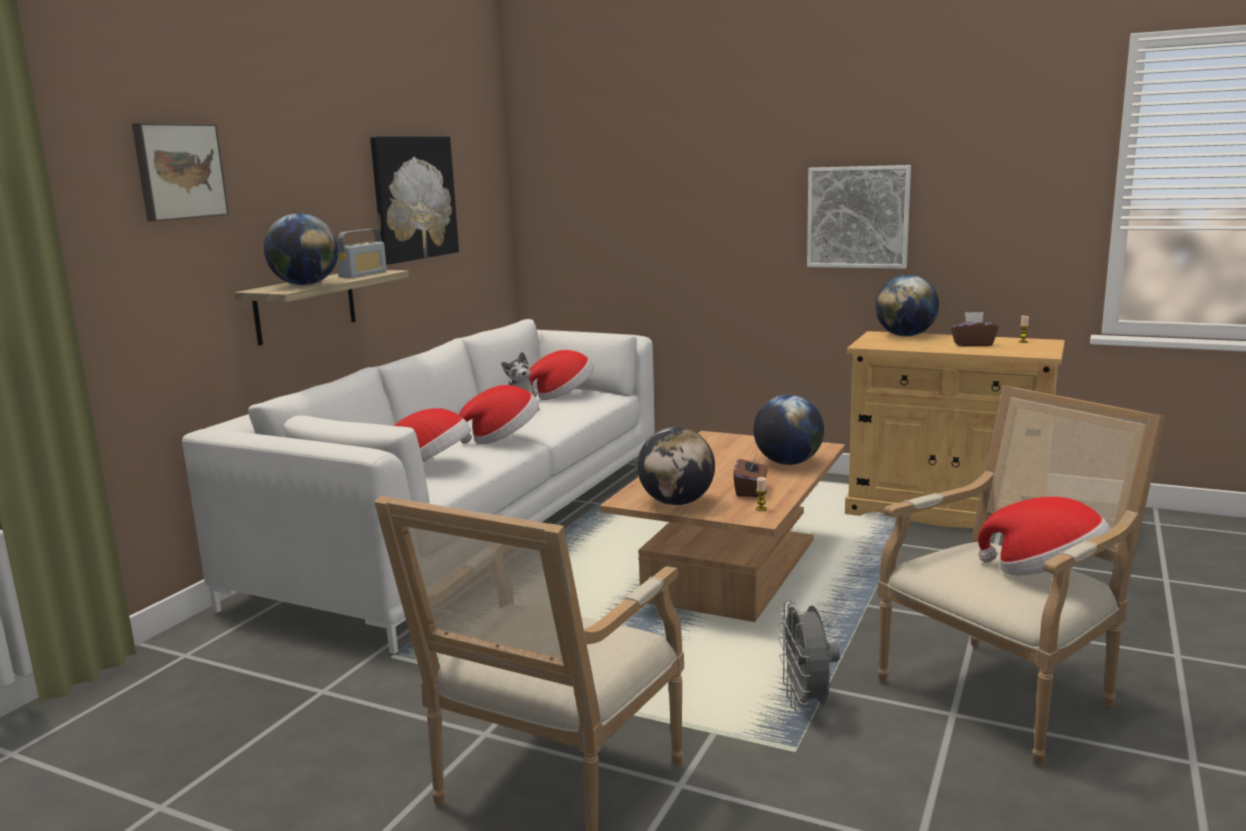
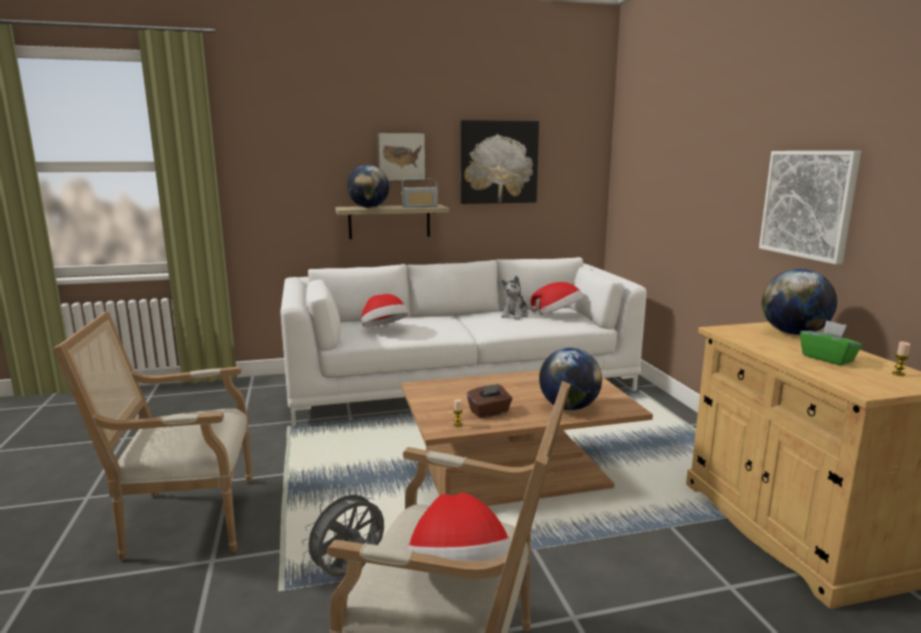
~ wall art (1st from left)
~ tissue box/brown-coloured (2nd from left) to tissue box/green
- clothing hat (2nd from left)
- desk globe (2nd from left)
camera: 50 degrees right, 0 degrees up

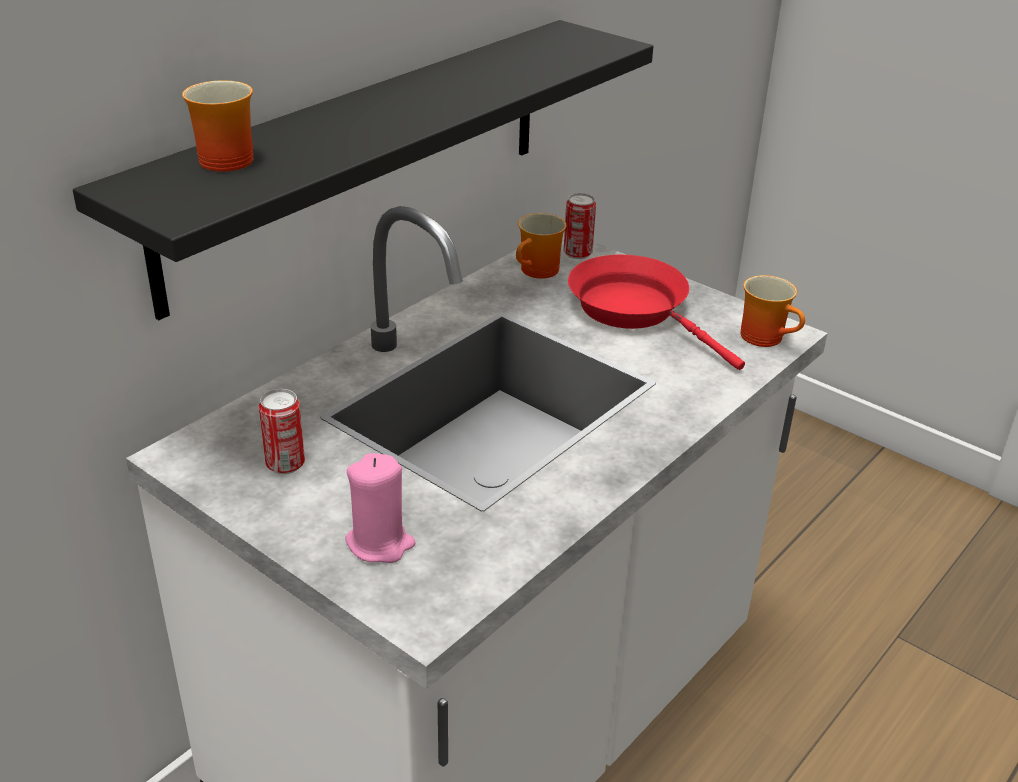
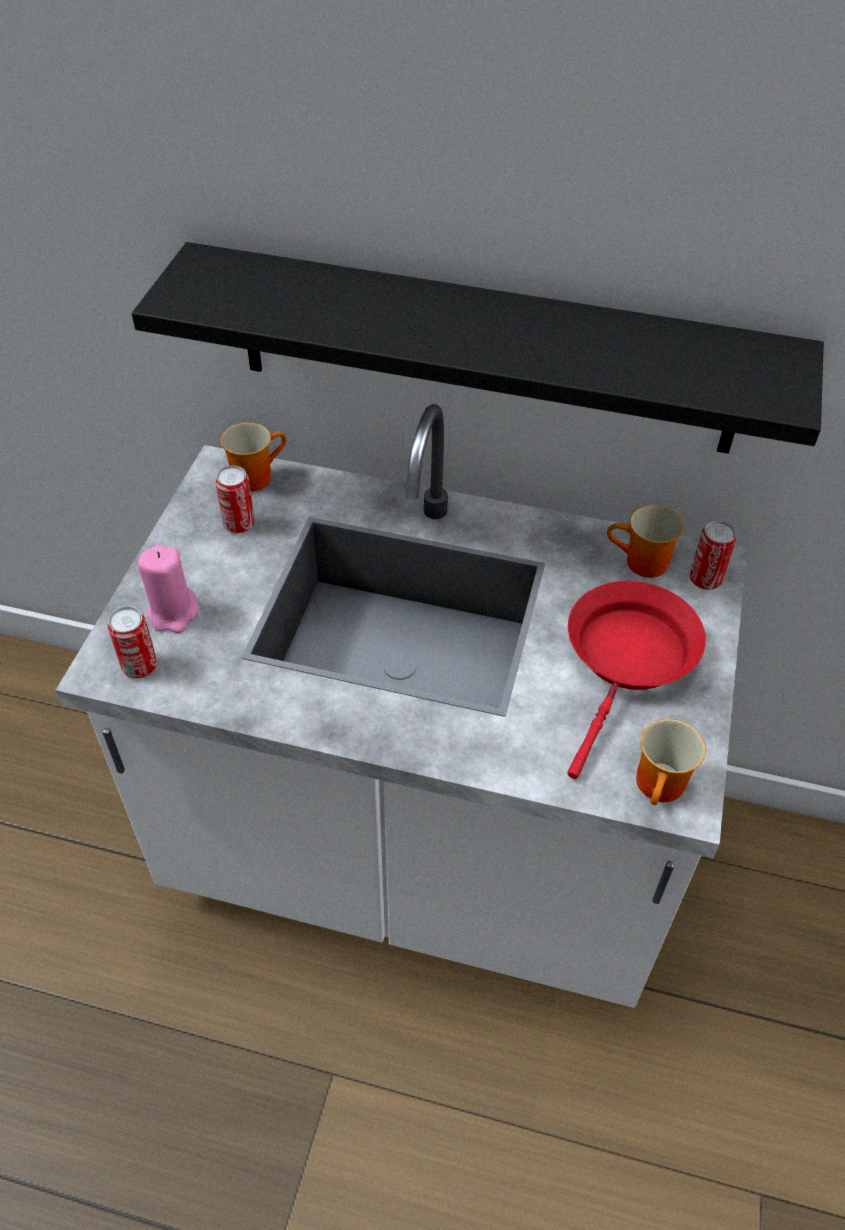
+ metal can (1st from left)
~ mug (1st from left)
camera: 65 degrees right, 15 degrees up

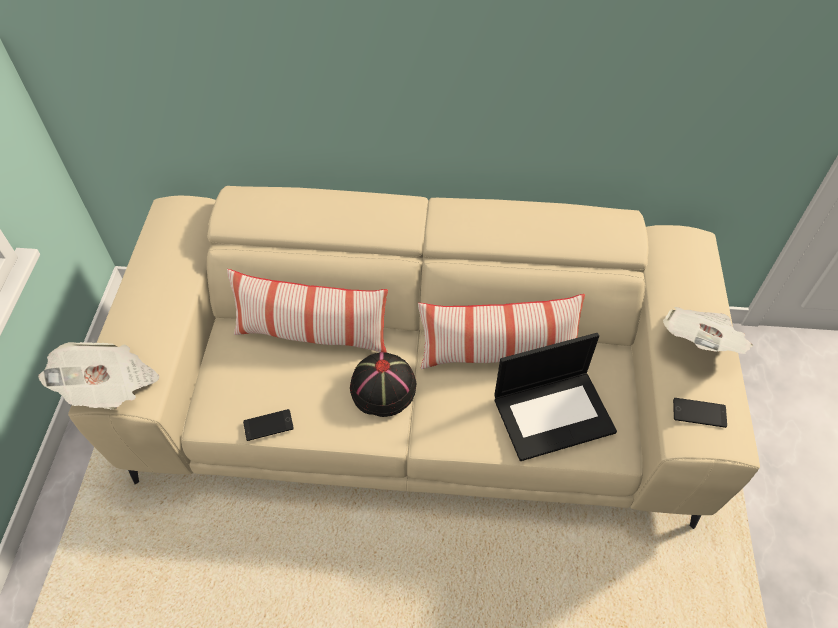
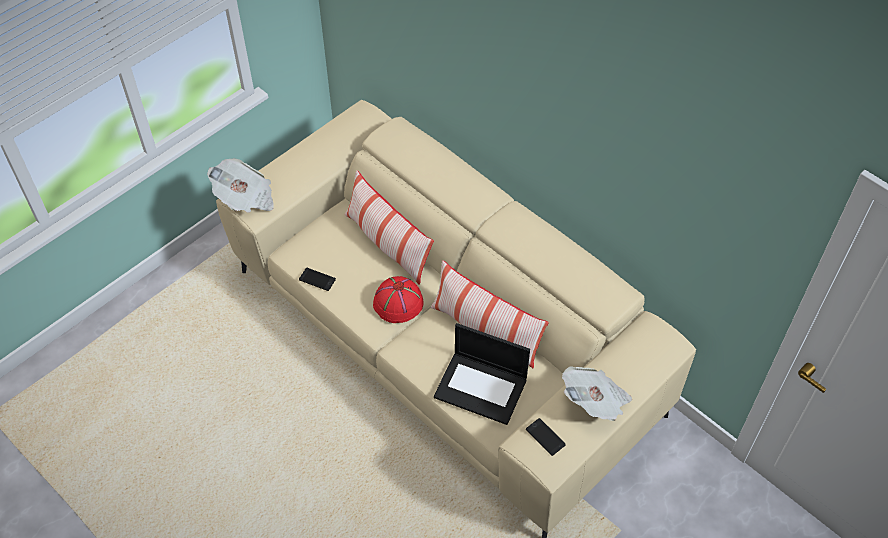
~ clothing hat/blackish to clothing hat/red-coloured
camera: 40 degrees right, 0 degrees up

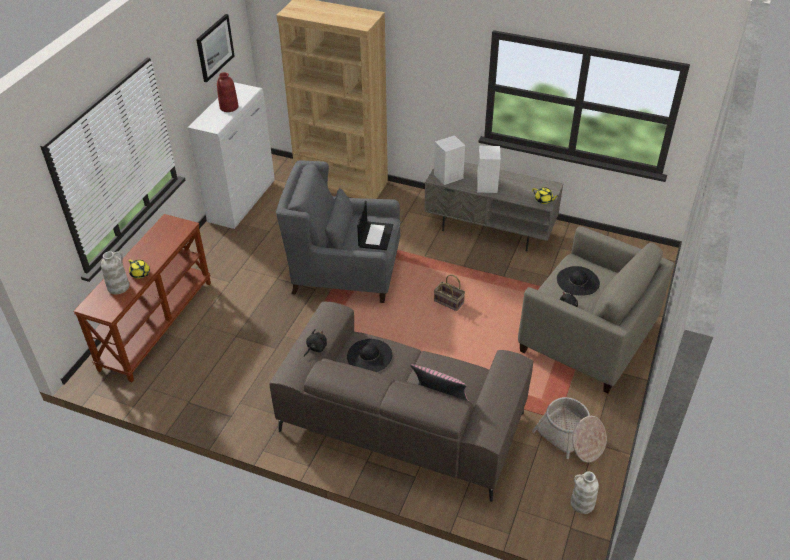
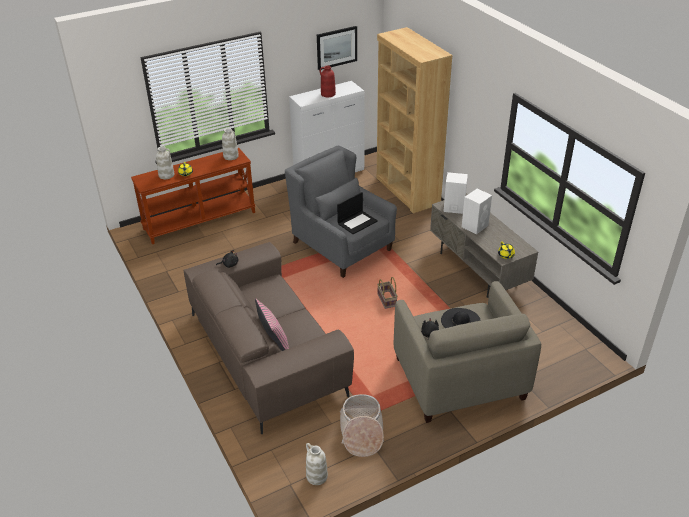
+ vase/whitish (2nd from left)
- clothing hat/blackish (1st from left)
camera: 40 degrees right, 5 degrees down

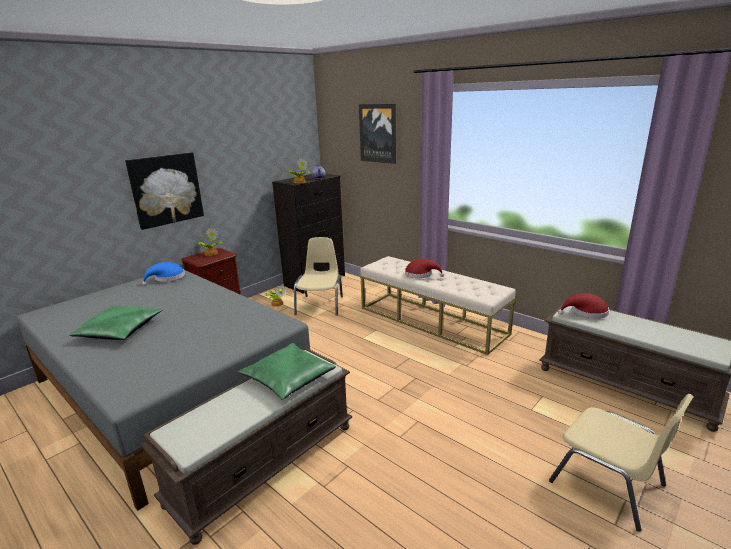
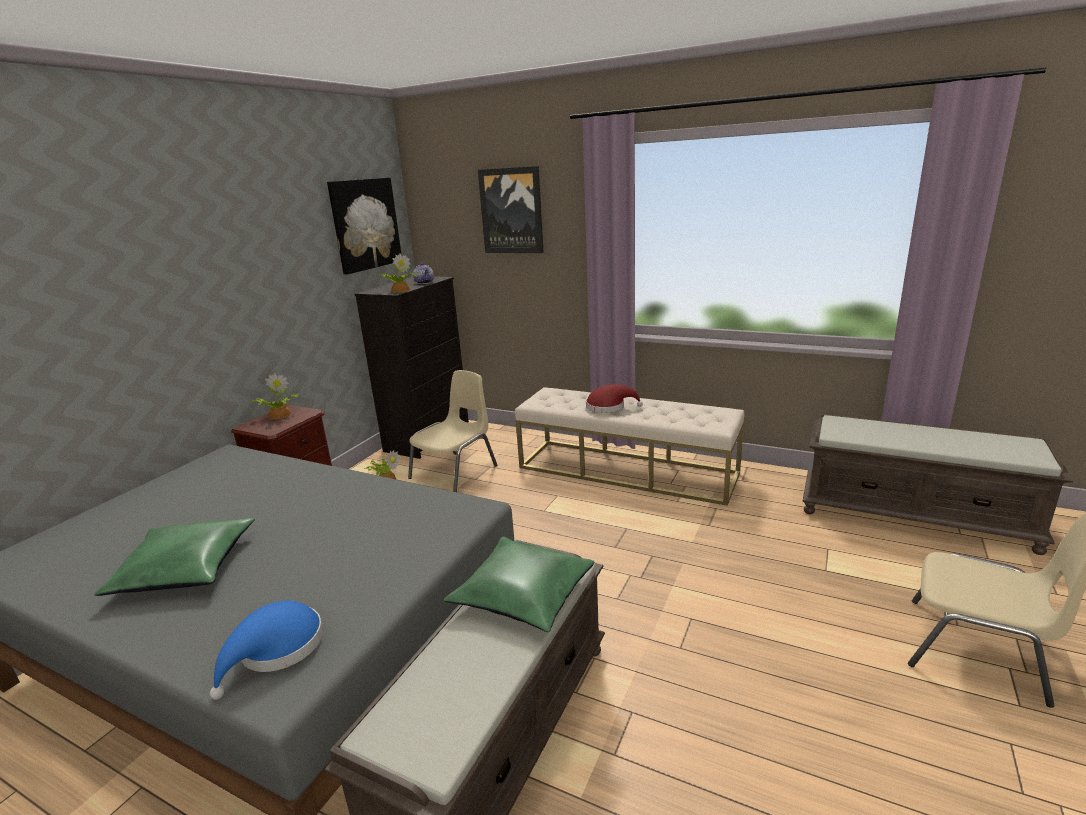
~ clothing hat/blue
~ wall art (1st from left)
~ plain chair/beige-coloured (1st from left) 45 degrees clockwise
- clothing hat/red-coloured (2nd from left)
camera: 15 degrees left, 0 degrees up

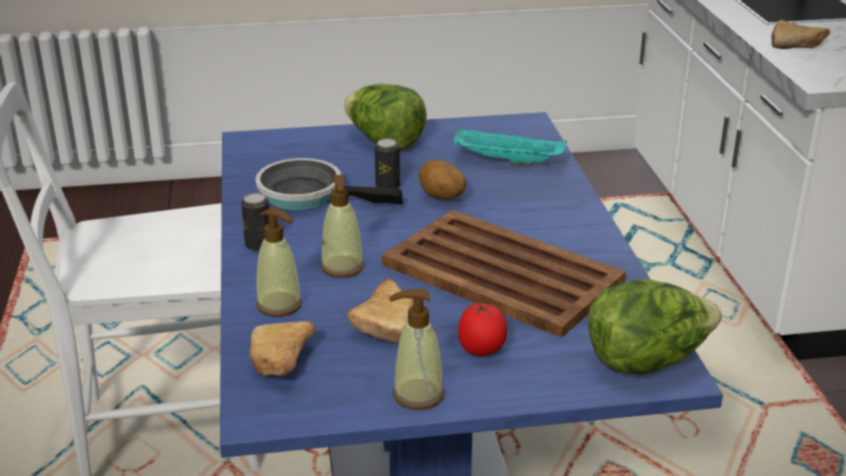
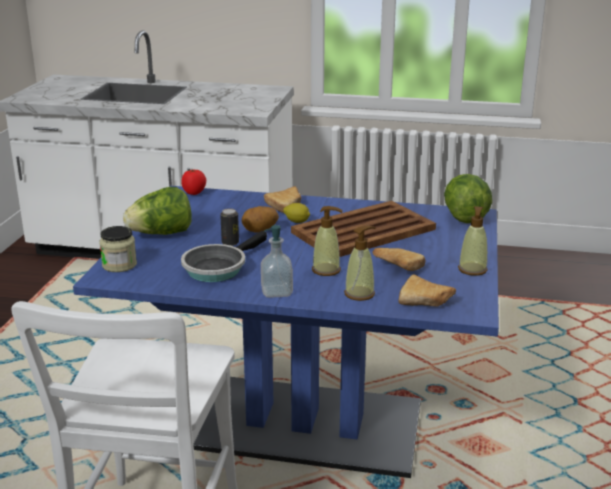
+ storage jar
~ whole tomato
~ metal can (1st from left) to liquid soap bottle (1st from left)
~ baked bread (3rd from left in the first image) to baked bread (1st from left)
+ whole lemon
- tray/blue-green
camera: 70 degrees left, 5 degrees down

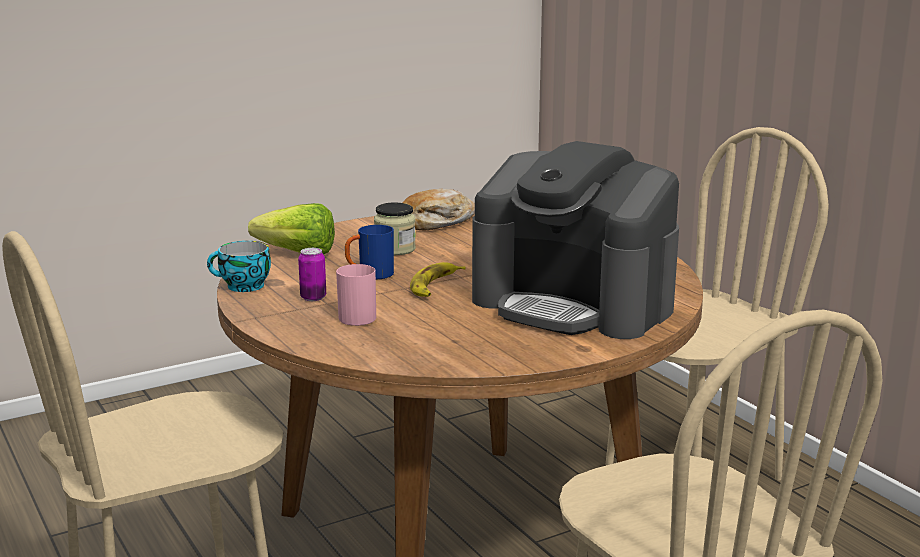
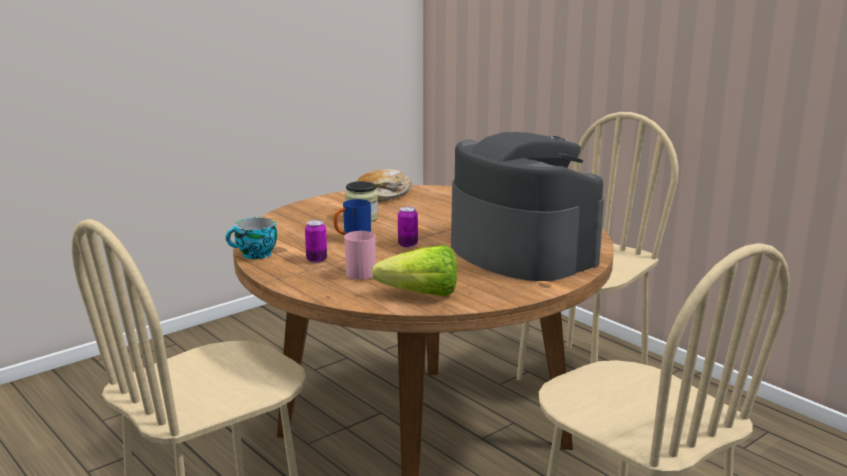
~ lettuce head
~ banana to metal can (2nd from left)
~ coffee brewer 150 degrees counterclockwise
camera: 10 degrees left, 0 degrees up

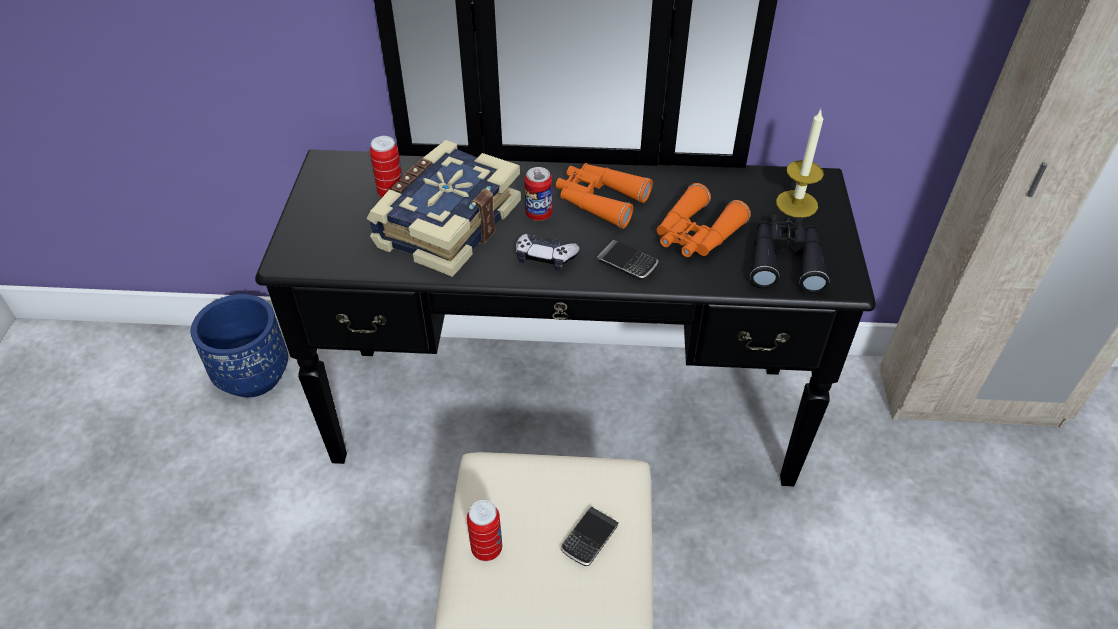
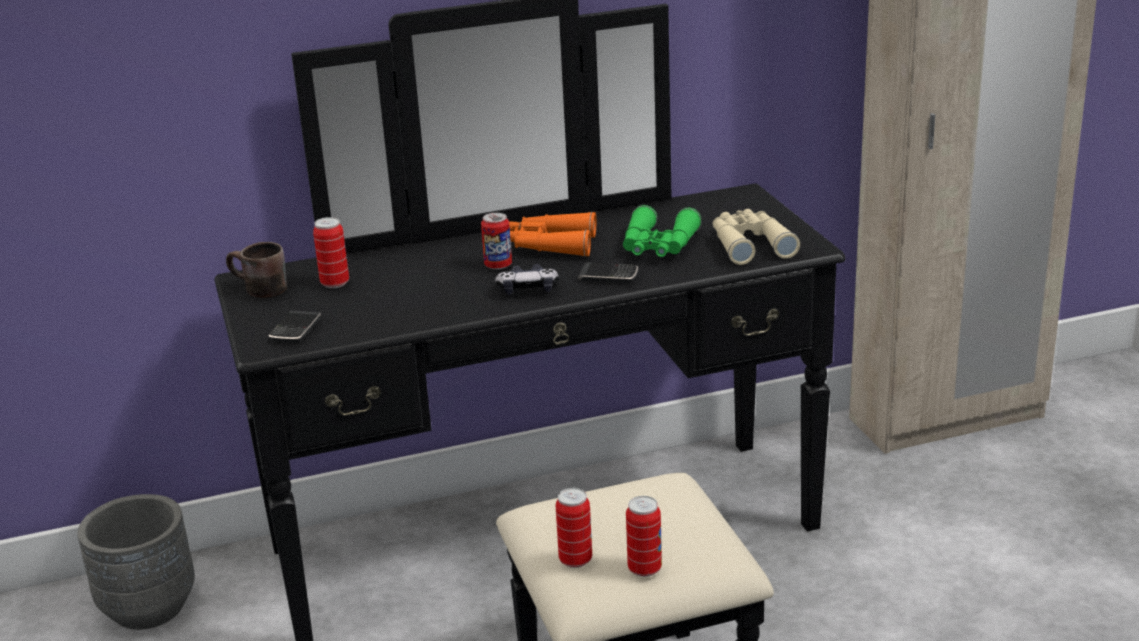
~ planter/blue to planter/gray
+ mug/brown-coloured
~ telephone (1st from left)
~ binoculars/orangey (2nd from left) to binoculars/green
+ metal can (4th from left)
~ binoculars/blackish to binoculars/beige-coloured
- bound book
- wax light
camera: 20 degrees left, 20 degrees down

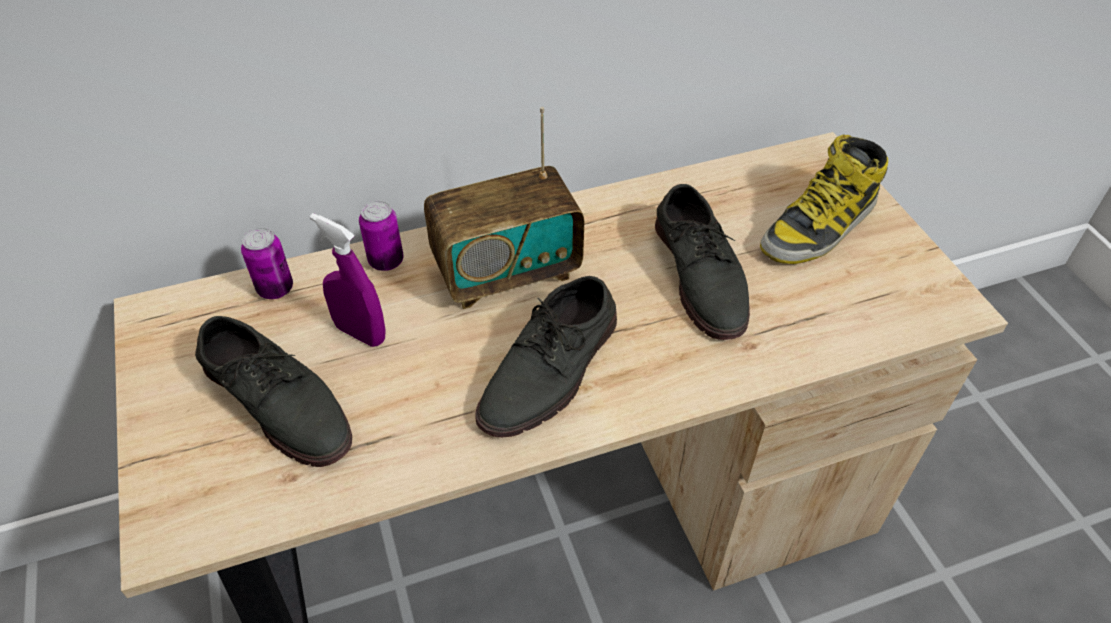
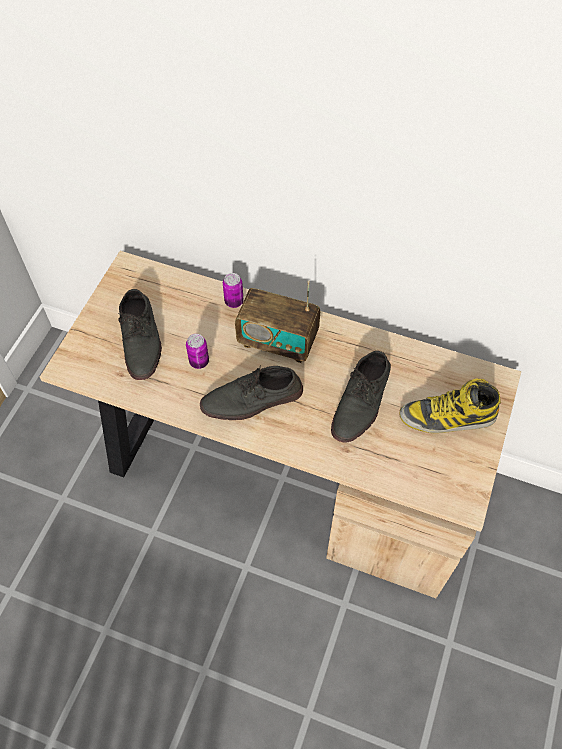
~ metal can (1st from left)
- sprayer/purplish
camera: 40 degrees right, 10 degrees up

